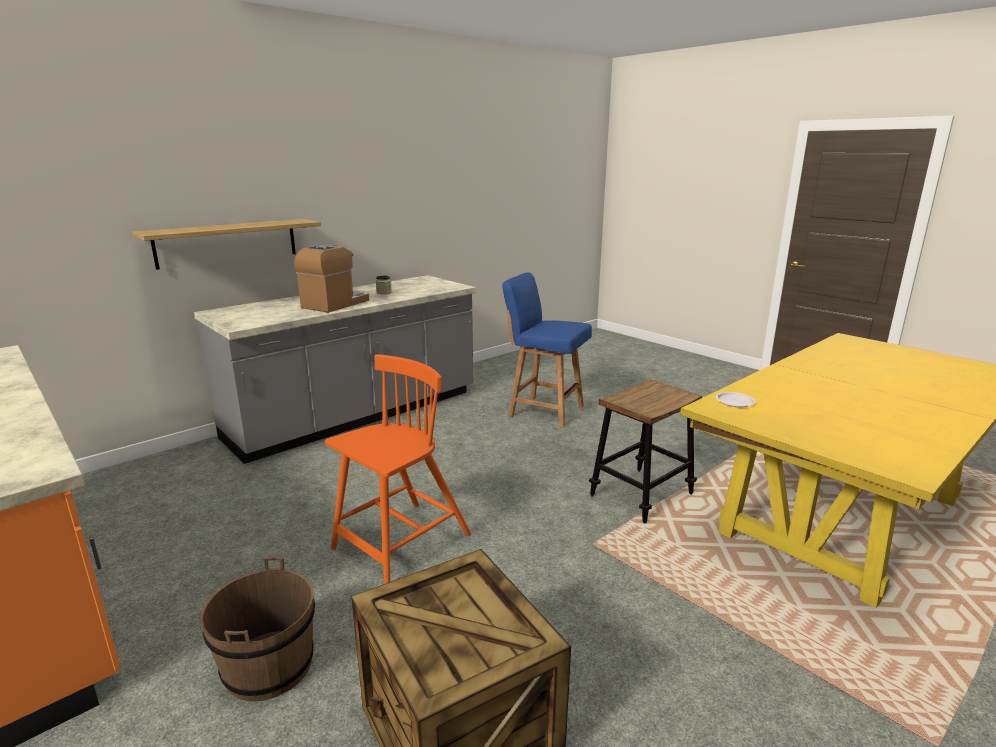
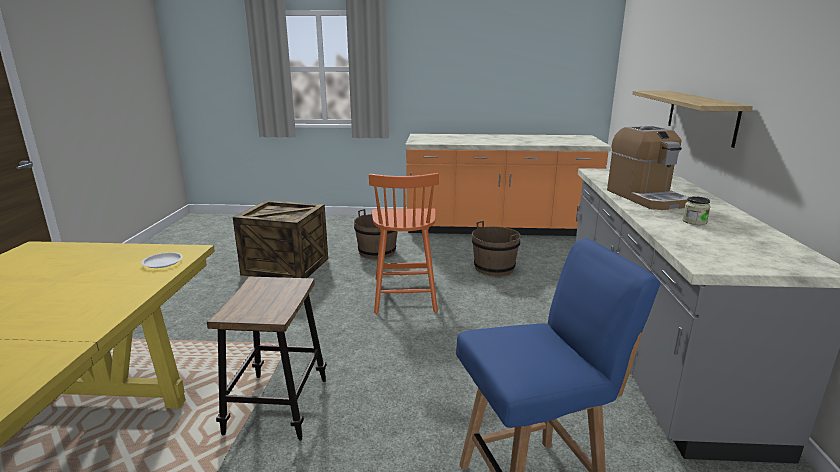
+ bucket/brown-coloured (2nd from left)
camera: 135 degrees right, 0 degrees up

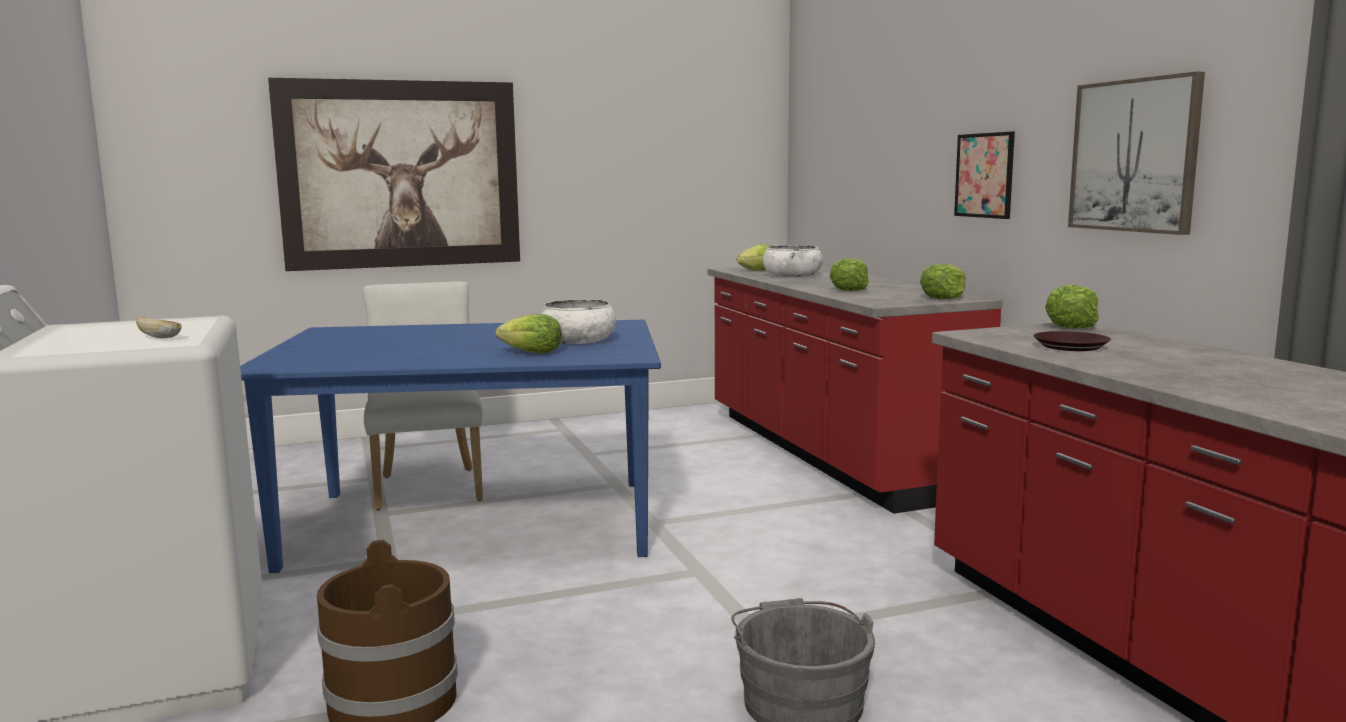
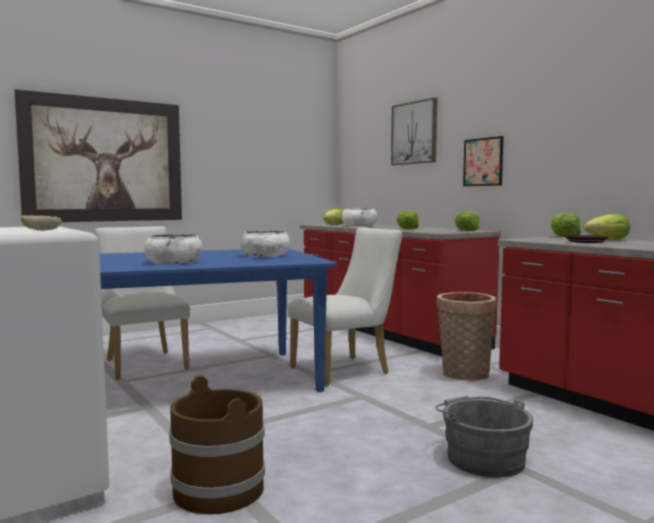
+ bowl/whitish (1st from left)
+ plain chair/whitish (2nd from left)
~ wall art (3rd from left in the first image) to wall art (2nd from left)
+ storage basket
~ lettuce head (1st from left in the first image) to lettuce head (5th from left)
camera: 15 degrees left, 5 degrees down

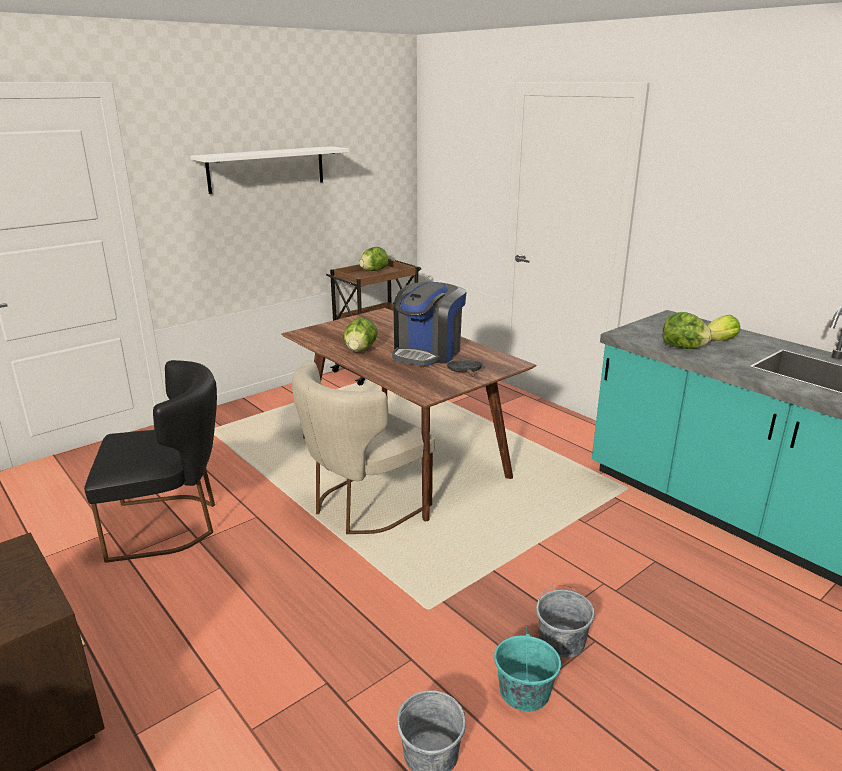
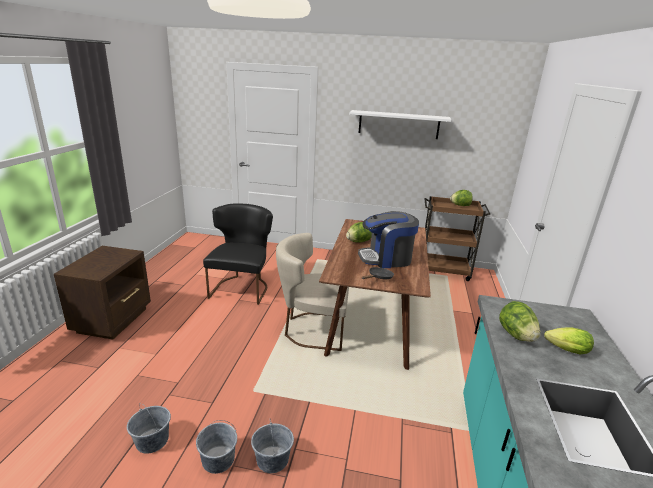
~ bucket/blue-green to bucket/gray (2nd from left)
~ plain chair/blackish 120 degrees counterclockwise
camera: 50 degrees right, 0 degrees up

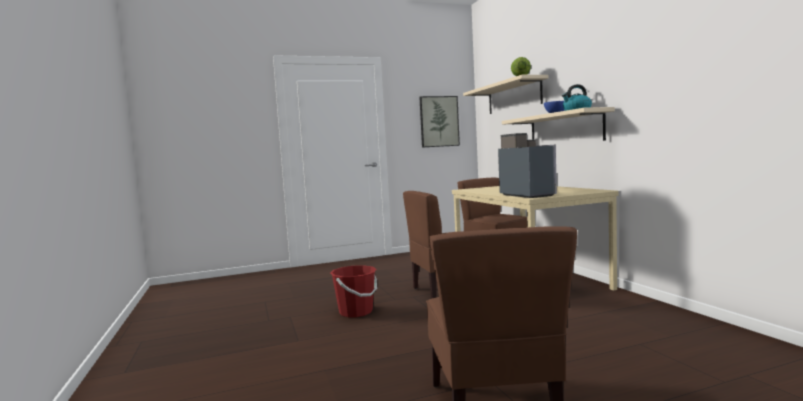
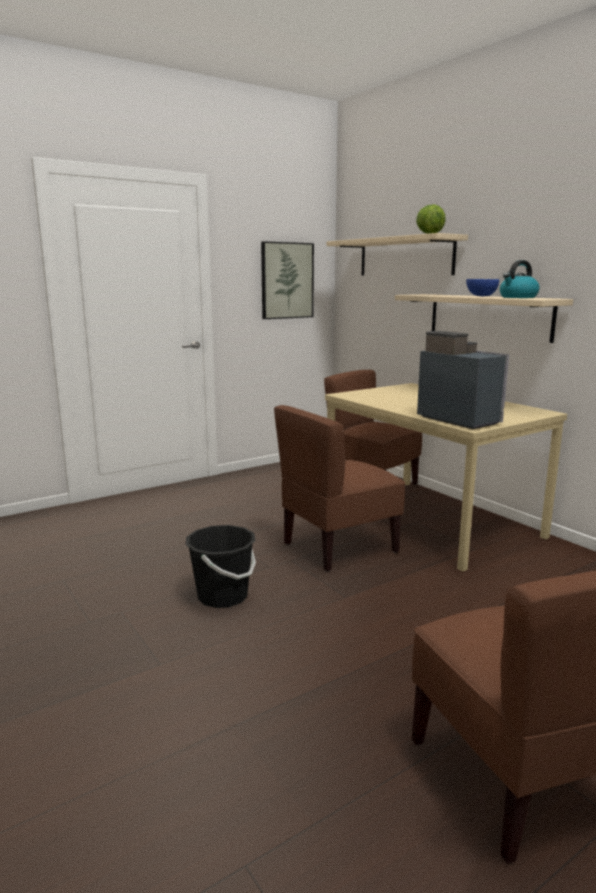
~ bucket/red-coloured to bucket/blackish
camera: 15 degrees left, 10 degrees up

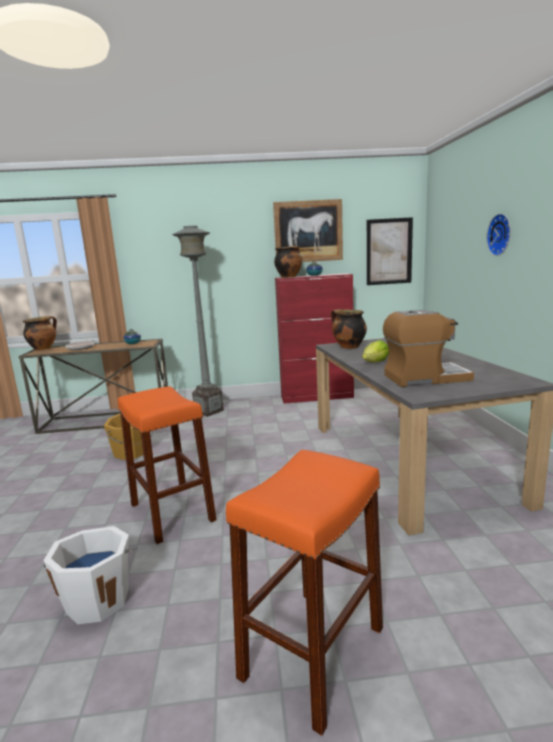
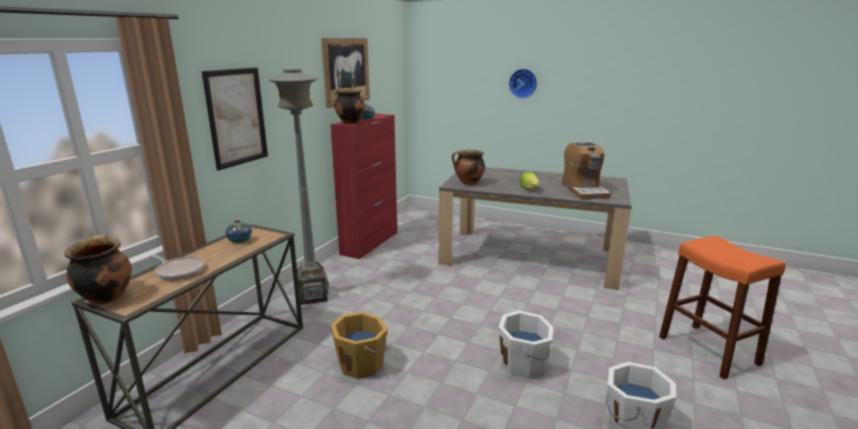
~ wall art (2nd from left in the first image) to wall art (1st from left)
~ stool/orangey (1st from left) to bucket/whitish (1st from left)
~ coffee brewer 150 degrees clockwise
camera: 60 degrees left, 5 degrees up

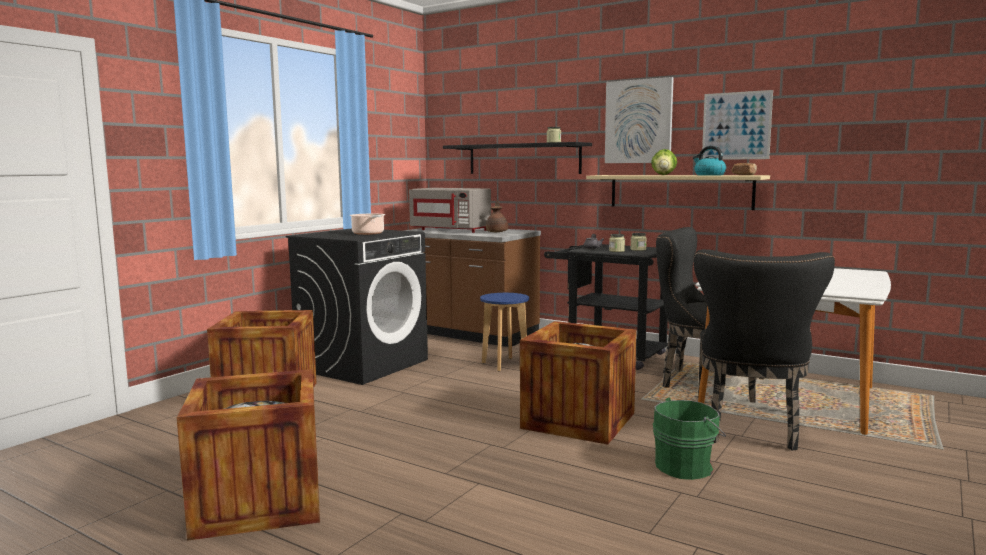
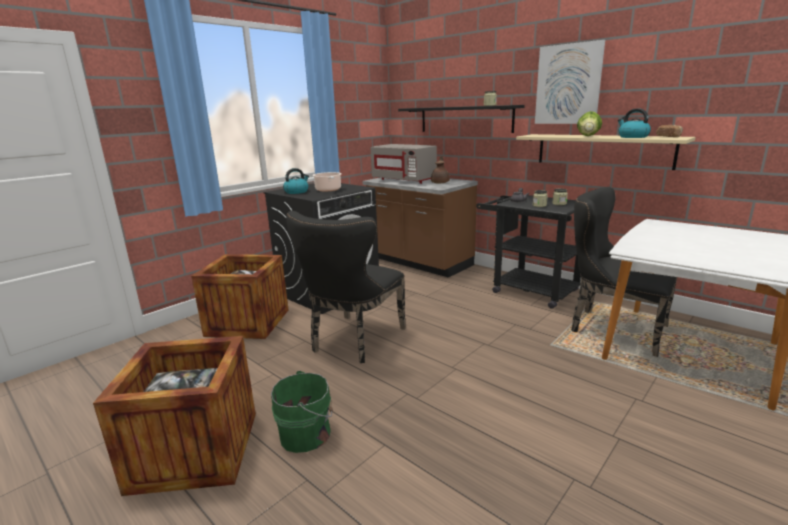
~ bucket/green
+ tea kettle (1st from left)
~ plain chair/blackish (2nd from left in the first image) to plain chair/blackish (1st from left)
- stool/blue
- crate (3rd from left)
- wall art (2nd from left)
camera: 10 degrees right, 10 degrees up

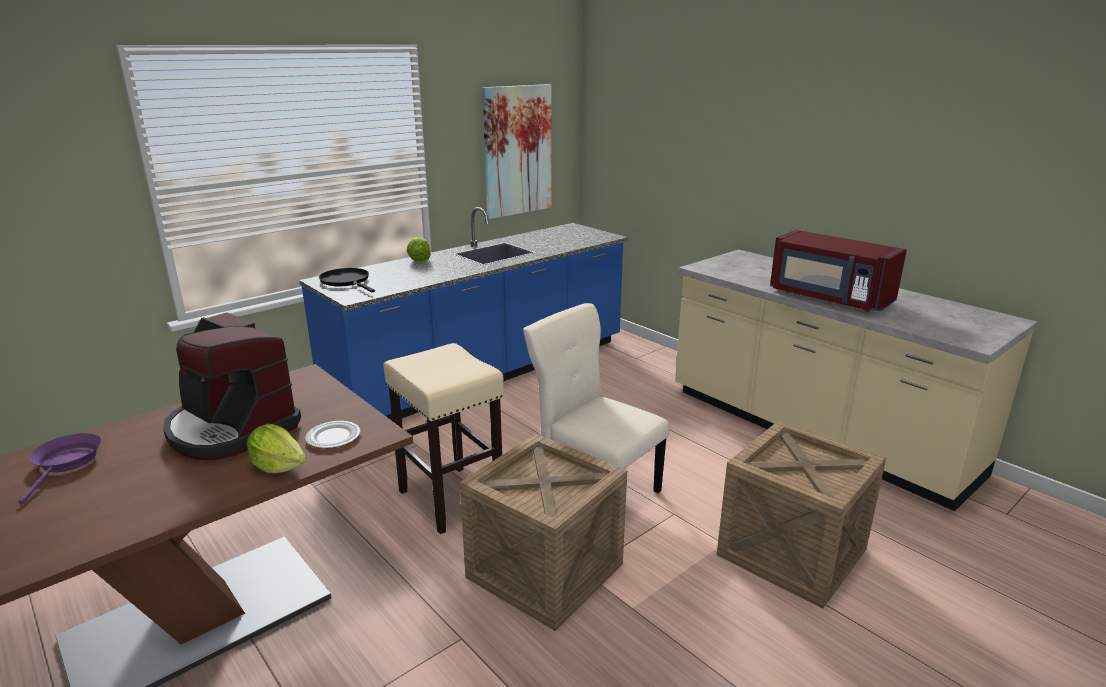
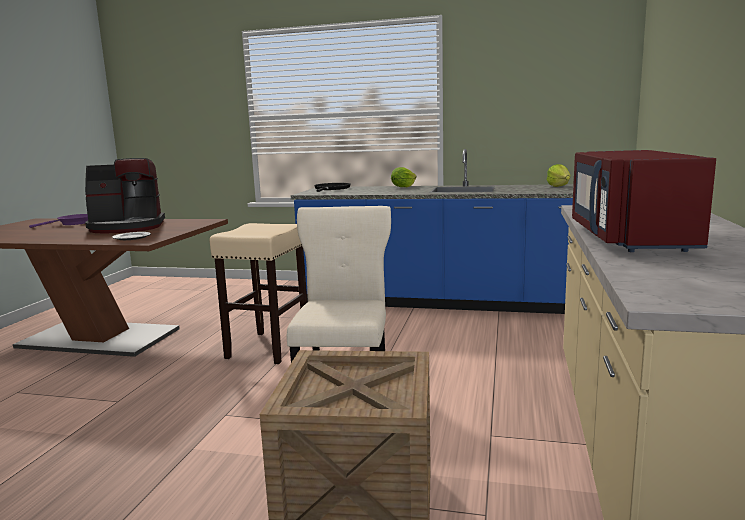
~ coffee brewer 105 degrees counterclockwise
~ lettuce head (1st from left in the first image) to lettuce head (2nd from left)
- crate (1st from left)
- wall art
camera: 55 degrees right, 10 degrees down

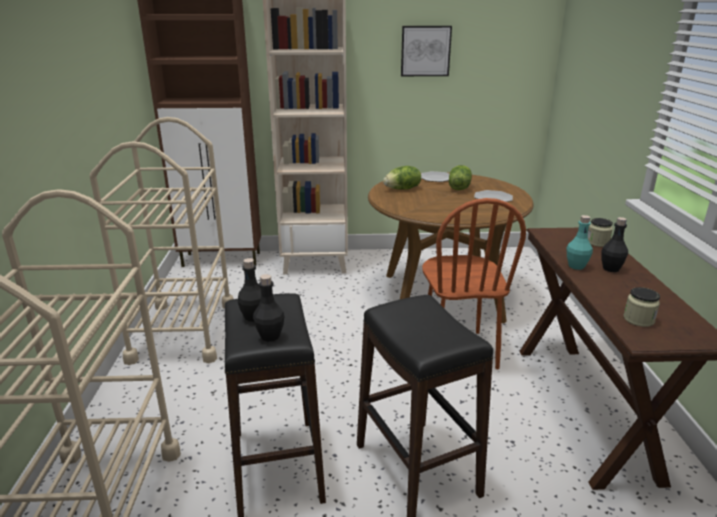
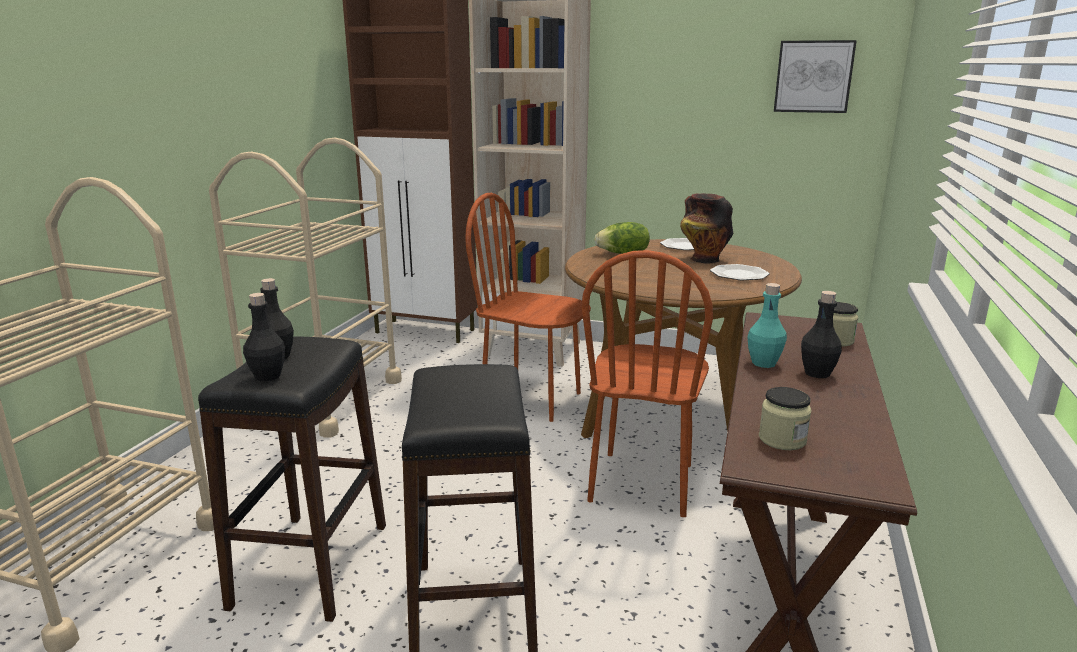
+ plain chair/brown-coloured (1st from left)
~ lettuce head (2nd from left) to vase
~ wall art
camera: 20 degrees right, 5 degrees down

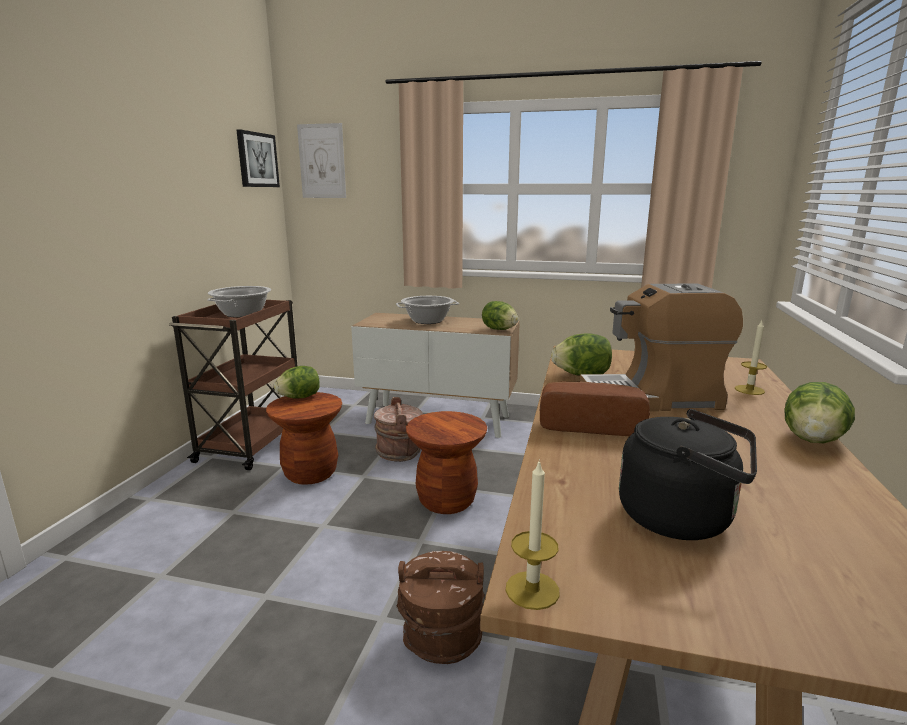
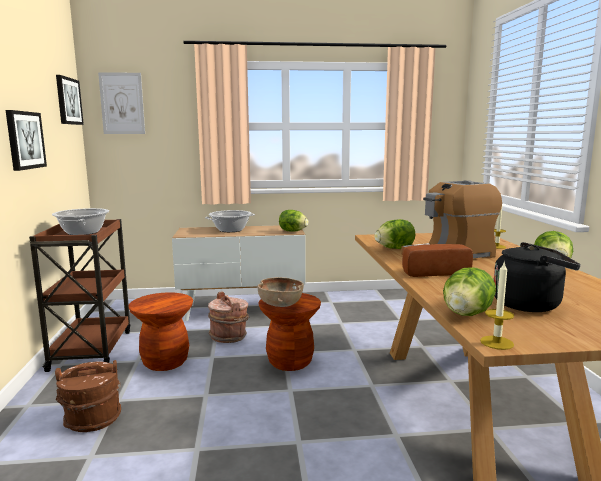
+ wall art (1st from left)
~ bucket/brown-coloured (2nd from left in the first image) to bucket/brown-coloured (1st from left)
+ bowl/brown-coloured
~ lettuce head (1st from left in the first image) to lettuce head (3rd from left)
camera: 20 degrees left, 5 degrees down

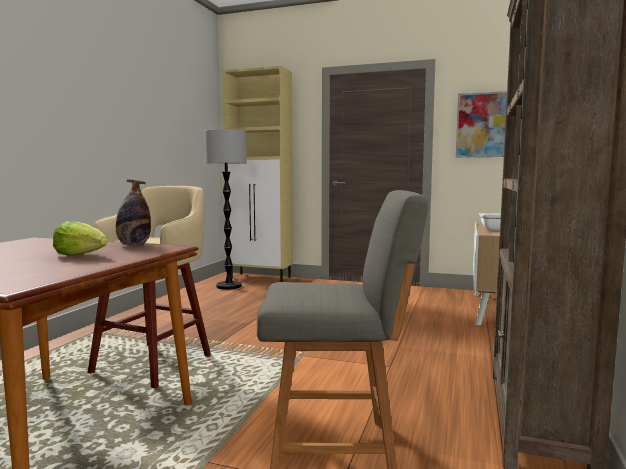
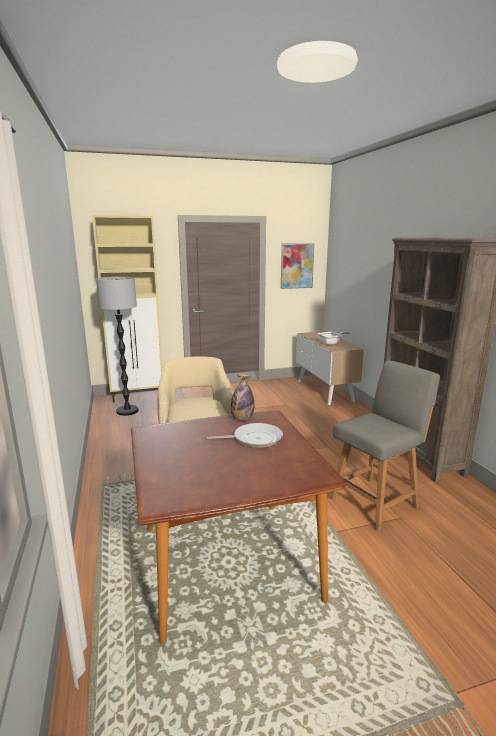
~ lettuce head to frying pan (1st from left)
camera: 35 degrees left, 10 degrees up

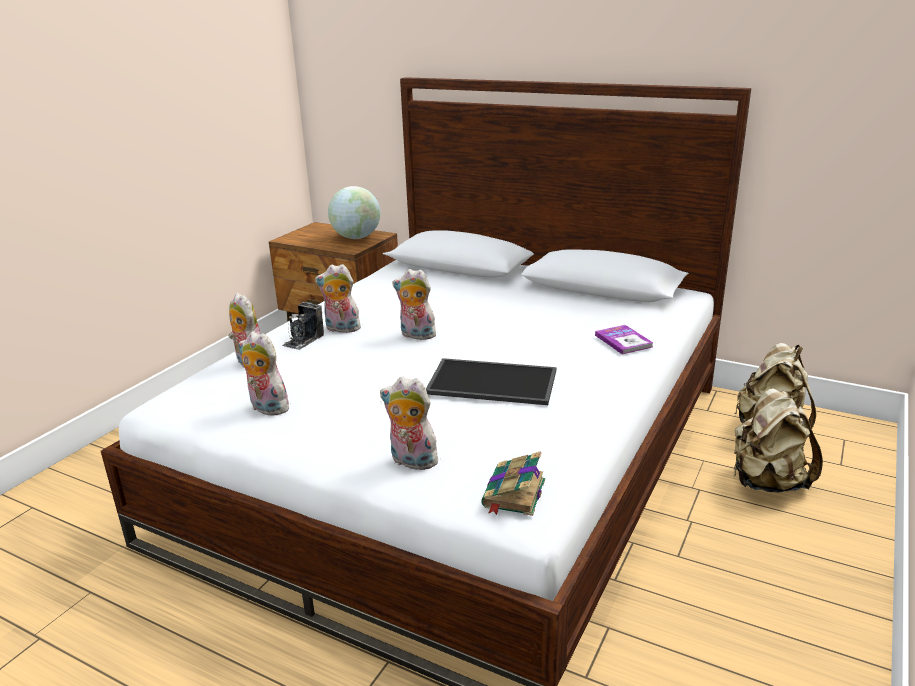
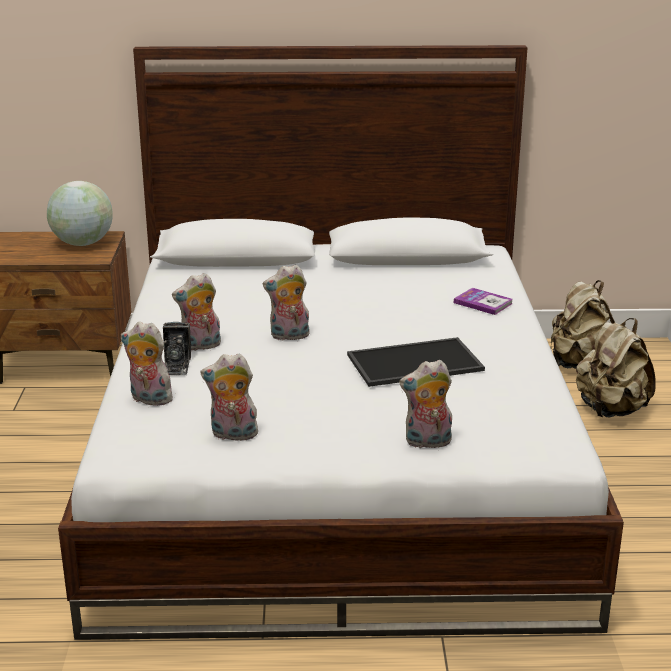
- bound book (1st from left)
camera: 30 degrees left, 0 degrees up

